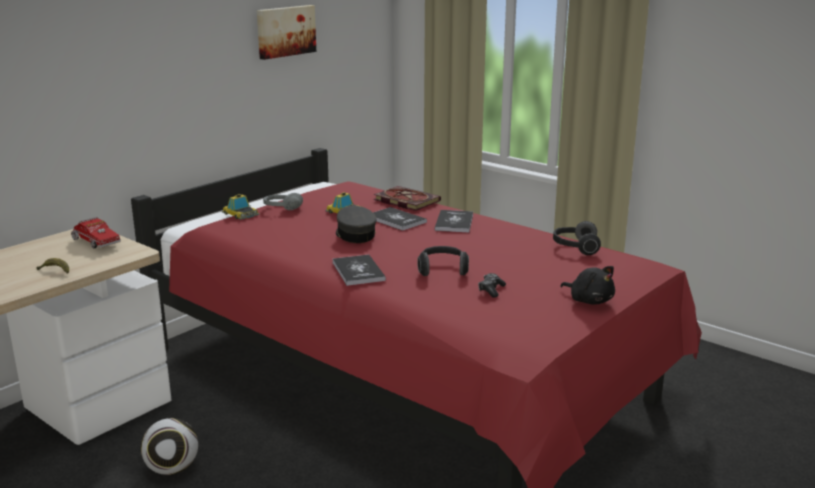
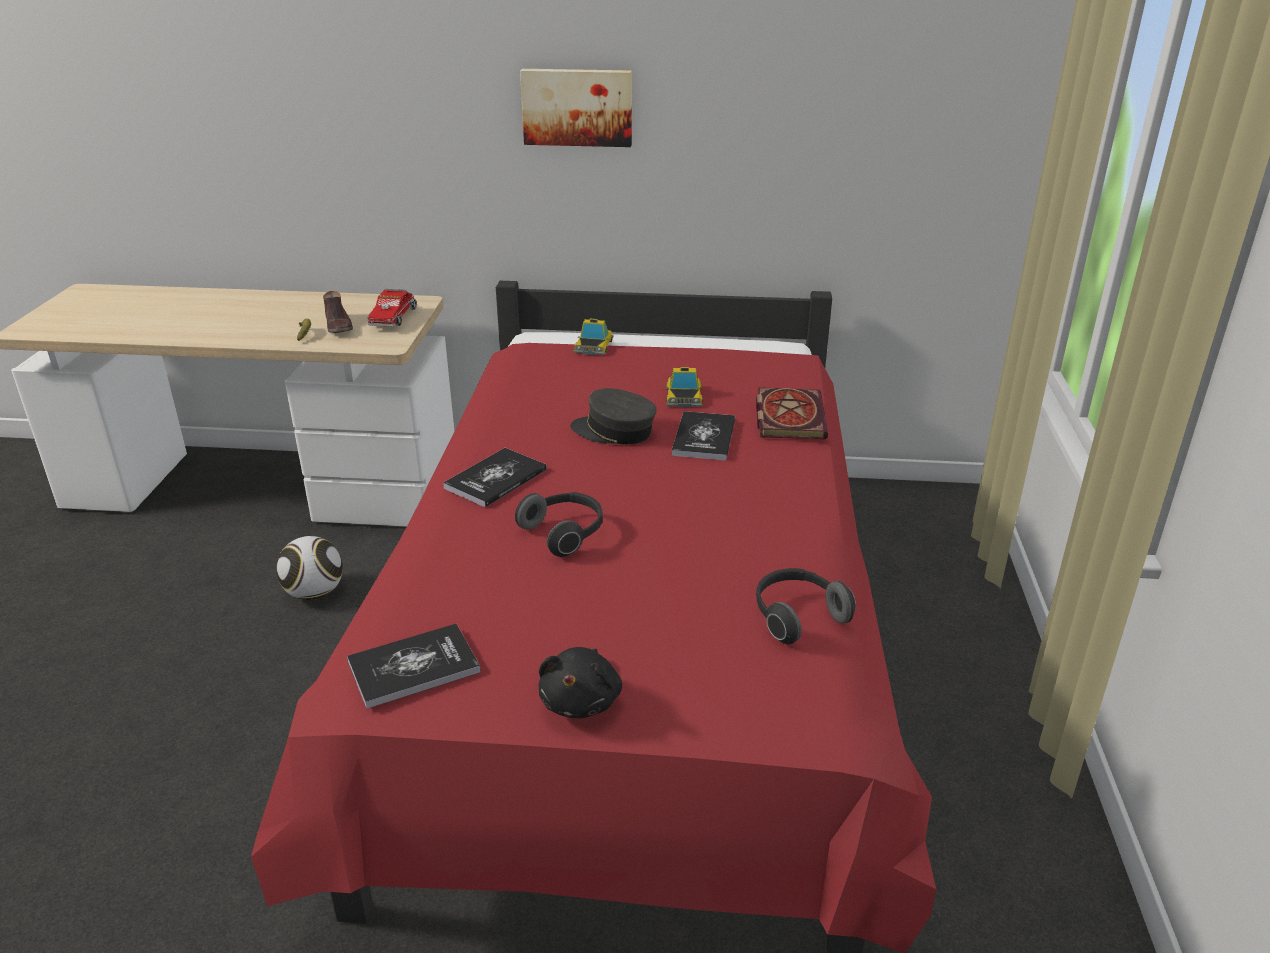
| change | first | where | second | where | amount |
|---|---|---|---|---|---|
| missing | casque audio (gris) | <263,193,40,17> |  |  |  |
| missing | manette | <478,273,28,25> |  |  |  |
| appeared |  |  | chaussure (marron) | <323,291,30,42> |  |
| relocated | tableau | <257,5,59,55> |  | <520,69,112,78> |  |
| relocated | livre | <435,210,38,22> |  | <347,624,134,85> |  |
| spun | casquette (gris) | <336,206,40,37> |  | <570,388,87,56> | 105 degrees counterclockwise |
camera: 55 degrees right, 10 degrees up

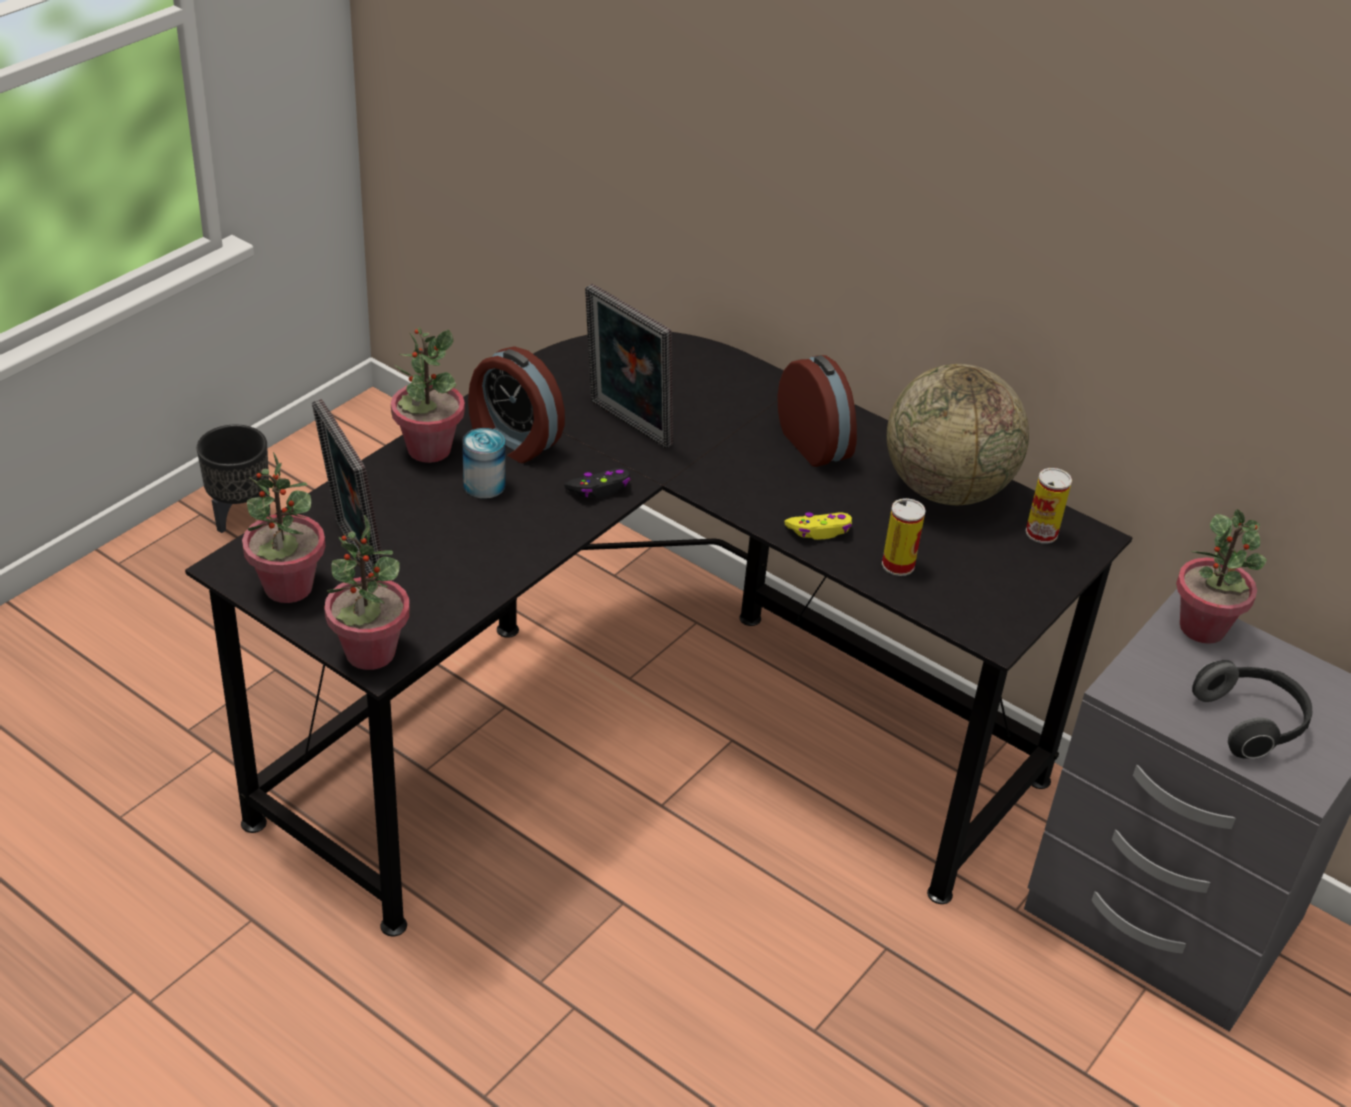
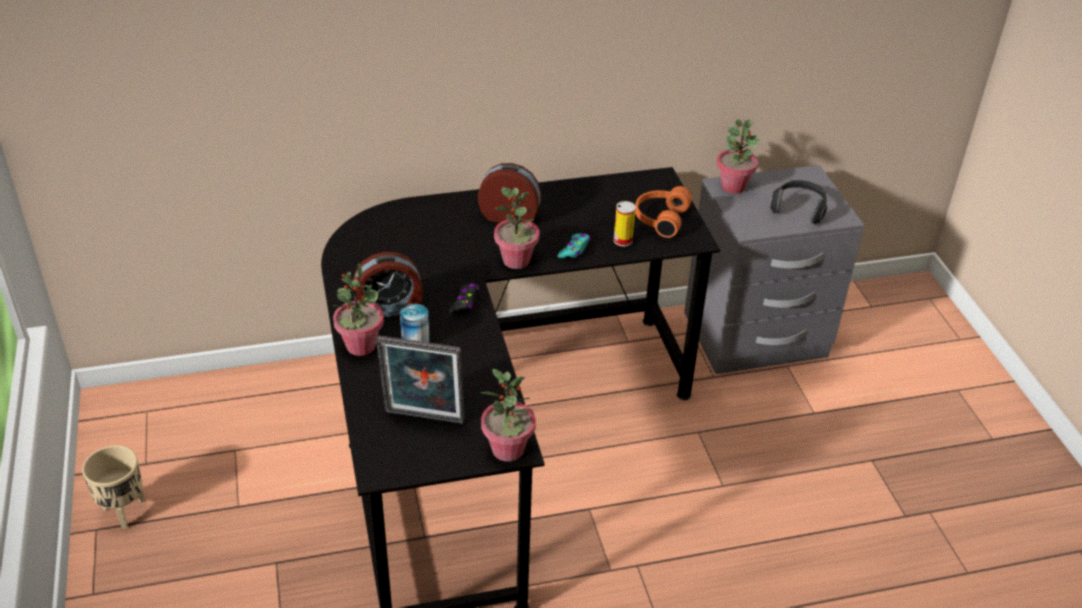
| change | first | where | second | where | amount |
|---|---|---|---|---|---|
| missing | cadre photo | <585,284,88,165> |  |  |  |
| missing | globe | <887,364,142,141> |  |  |  |
| missing | boîte métallique | <1026,468,46,76> |  |  |  |
| appeared |  |  | casque audio (orange) | <635,186,57,52> |  |
| relocated | plante en pot | <242,452,84,151> |  | <494,187,46,82> |  |
| colour | cache-pot (noir) | <197,424,73,109> | cache-pot (beige) | <82,445,63,84> |  |
| colour | manette (jaune) | <785,512,67,28> | manette (turquoise) | <557,233,33,25> |  |
camera: 50 degrees left, 0 degrees up

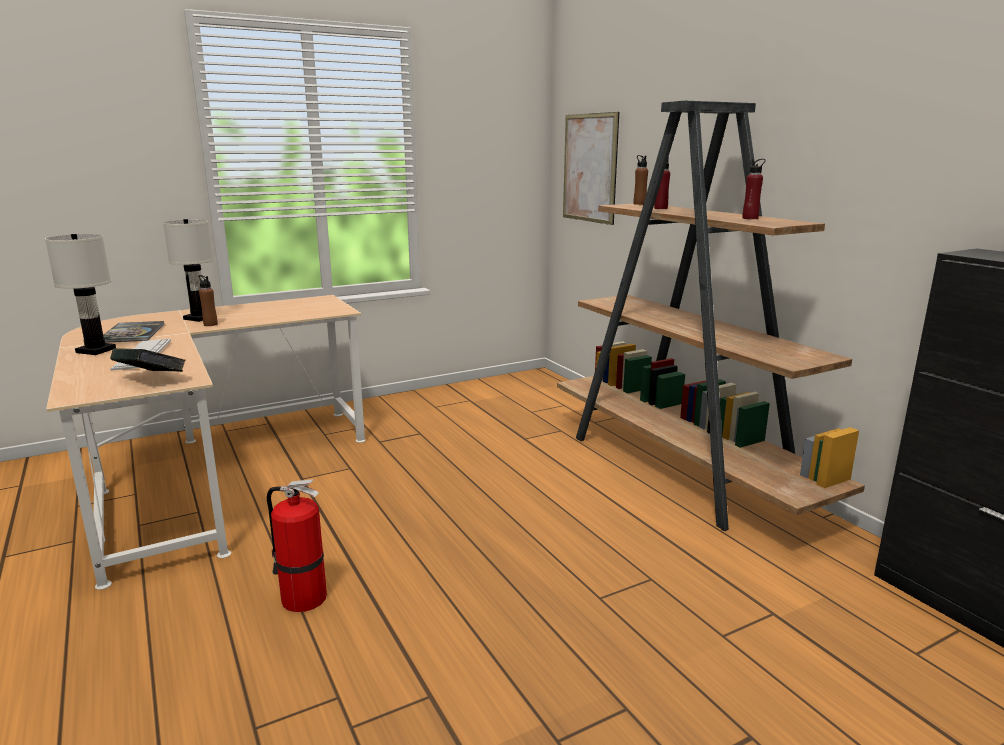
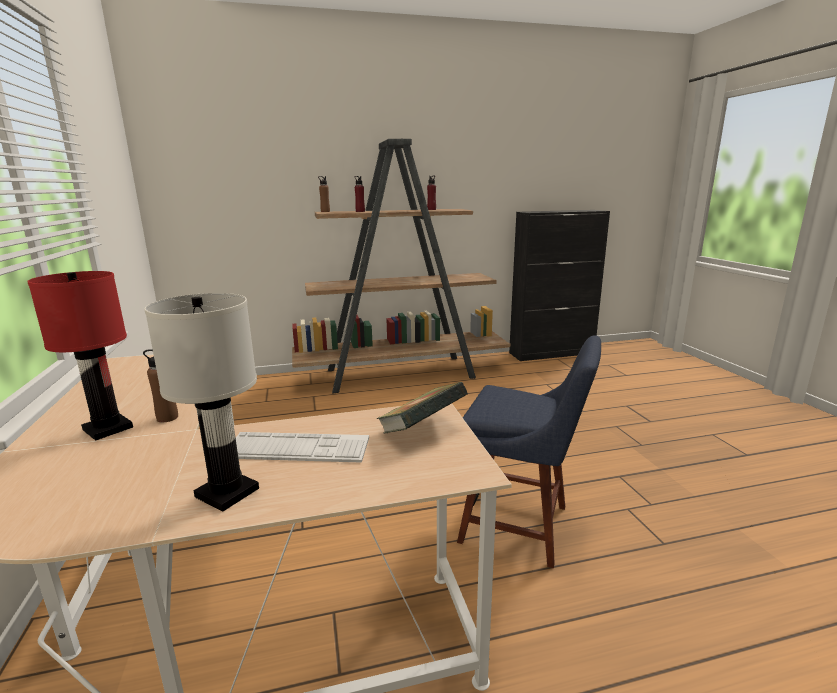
| change | first | where | second | where | amount |
|---|---|---|---|---|---|
| missing | livre | <103,321,61,22> |  |  |  |
| missing | tableau | <563,112,56,113> |  |  |  |
| exchanged | extincteur | <267,479,60,133> | chaise (bleu) | <457,335,144,233> |  |
| colour | lampe de table (blanc) | <163,219,51,103> | lampe de table (rouge) | <28,271,105,170> |  |
camera: 75 degrees left, 0 degrees up

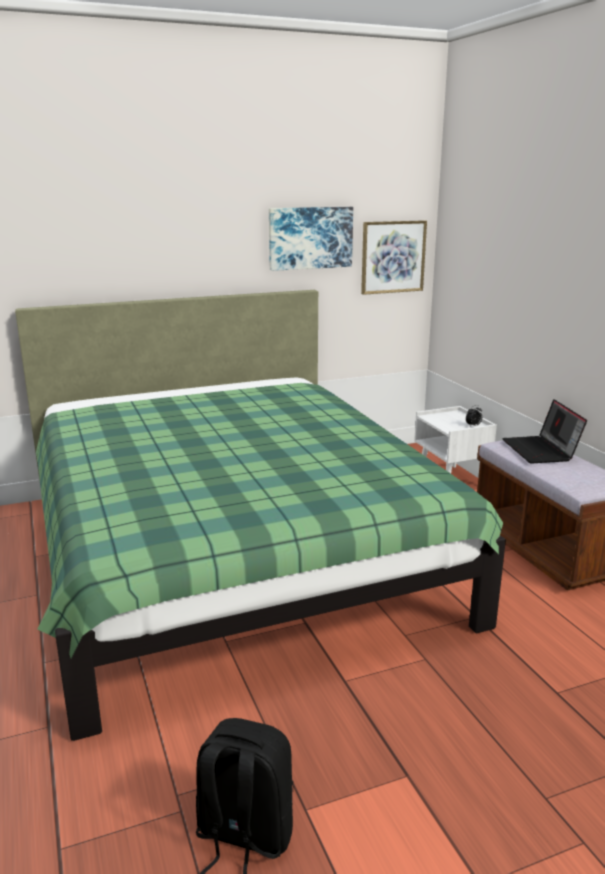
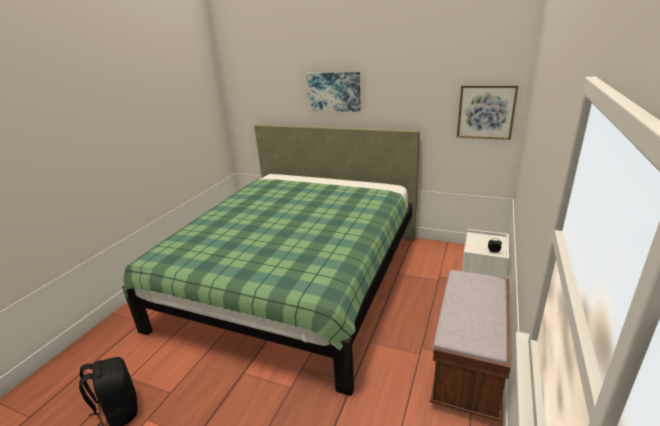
| change | first | where | second | where | amount |
|---|---|---|---|---|---|
| missing | ordinateur portable | <502,399,85,64> |  |  |  |
| relocated | tableau | <269,207,84,64> |  | <306,72,55,40> |  |
camera: 45 degrees right, 5 degrees up

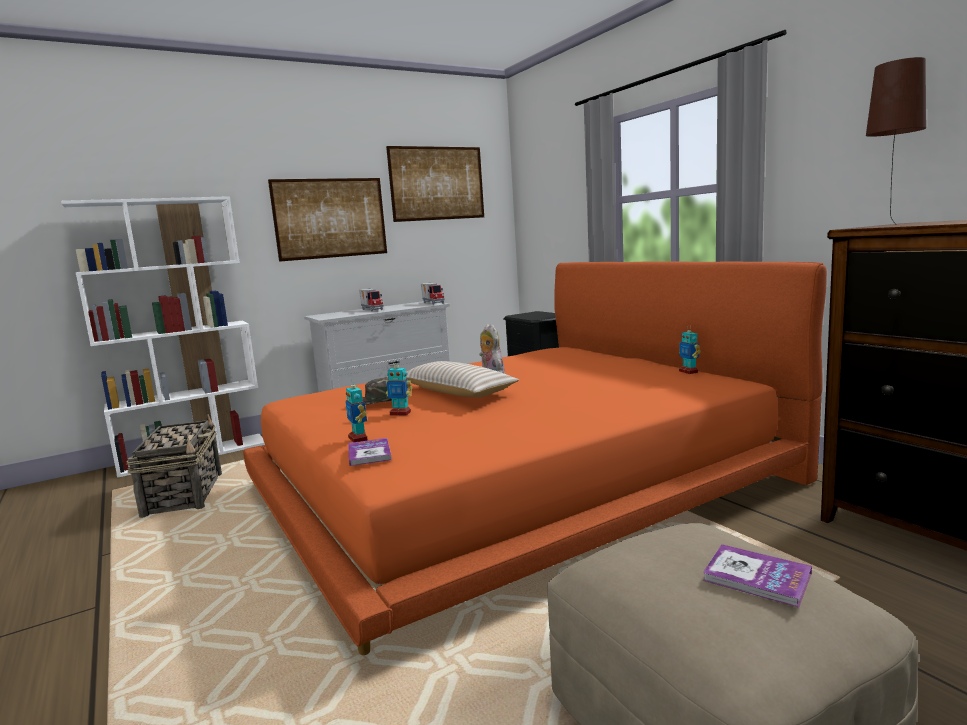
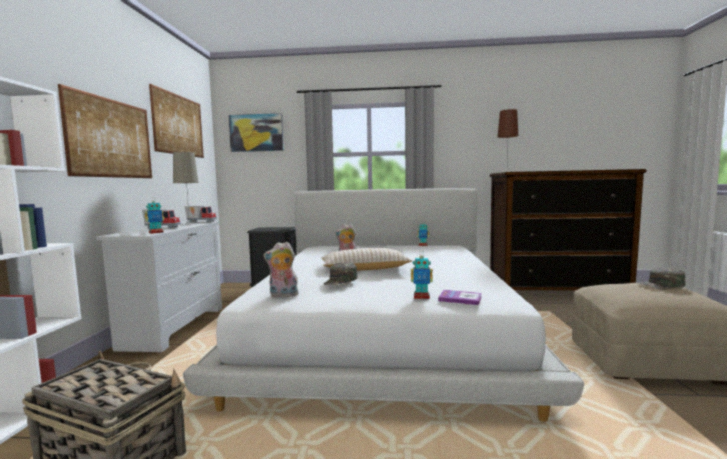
| change | first | where | second | where | amount |
|---|---|---|---|---|---|
| appeared |  |  | lampe de table (beige) | <173,152,26,73> |  |
| appeared |  |  | tableau | <228,113,56,39> |  |
| appeared |  |  | peluche | <263,242,36,55> |  |
| relocated | robot jouet | <386,360,26,56> |  | <145,197,19,37> |  |
| exchanged | livre | <703,544,109,64> | casquette (vert) | <638,267,48,23> |  |
| colour | lit (orange) | <243,261,584,394> | lit (blanc) | <183,188,401,234> |  |
camera: 55 degrees left, 5 degrees down

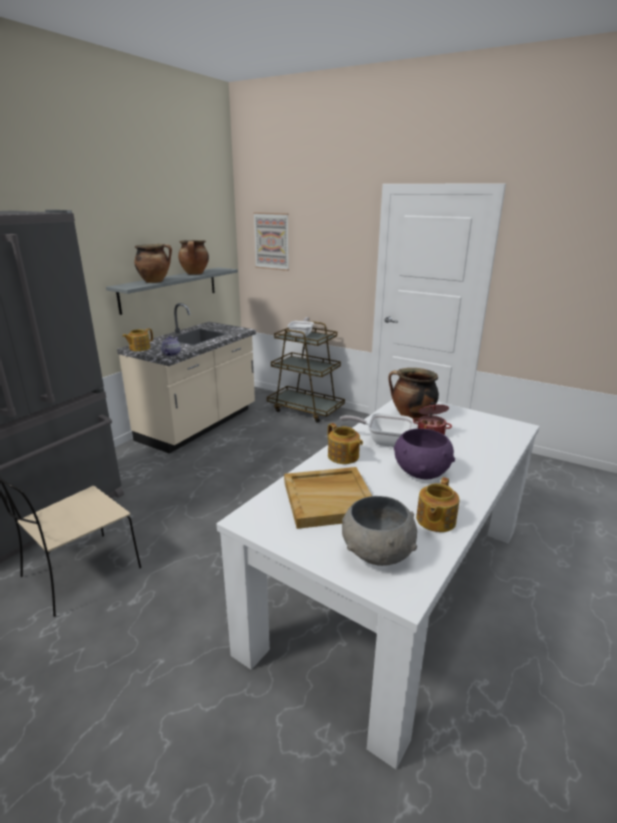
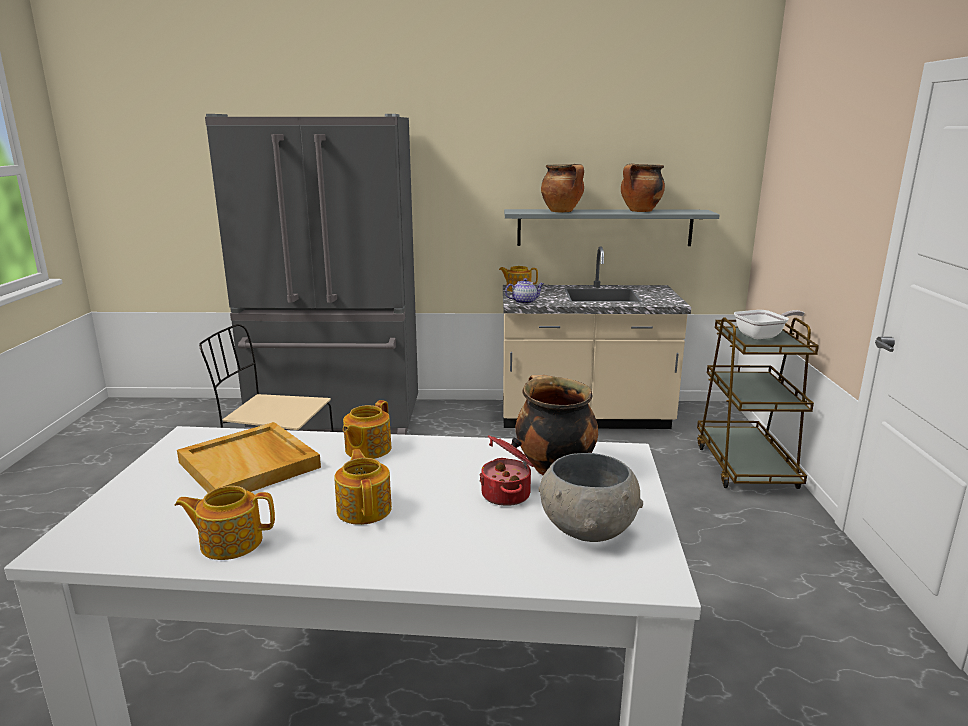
| change | first | where | second | where | amount |
|---|---|---|---|---|---|
| missing | tableau | <253,212,36,59> |  |  |  |
| missing | poêle | <340,413,73,34> |  |  |  |
| relocated | bol (gris) | <342,496,75,70> |  | <538,453,105,89> |  |
| exchanged | bol (violet) | <394,429,61,50> | théière | <335,449,57,76> |  |
camera: 60 degrees right, 5 degrees down

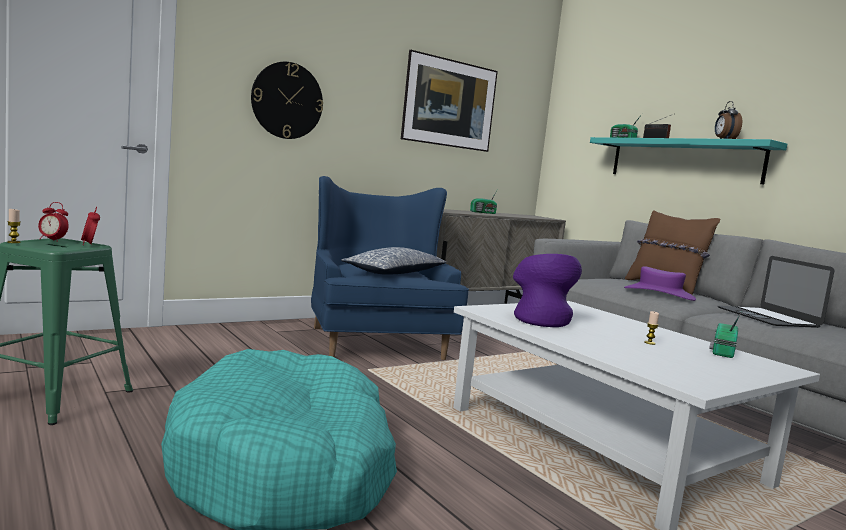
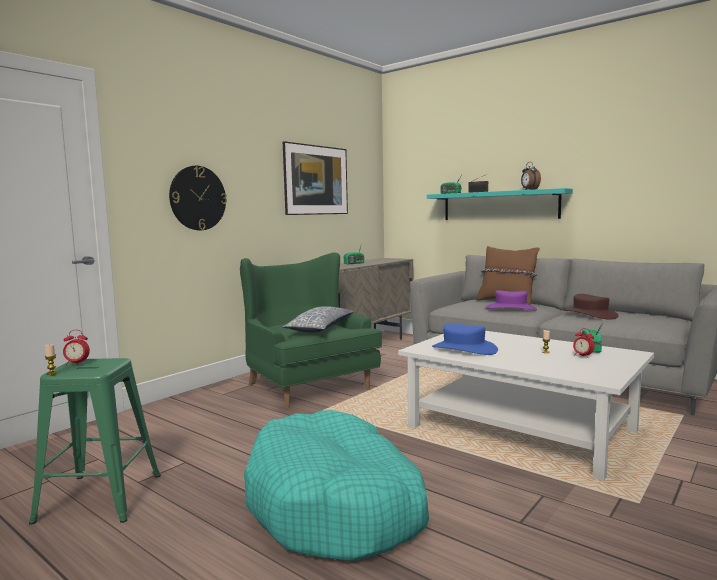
| change | first | where | second | where | amount |
|---|---|---|---|---|---|
| relocated | réveil | <81,207,19,38> |  | <573,328,21,30> |  |
| exchanged | vase (violet) | <513,254,69,73> | chapeau (bleu) | <432,323,66,32> |  |
| exchanged | ordinateur portable | <718,256,116,72> | chapeau (marron) | <563,294,56,26> |  |
| colour | fauteuil (bleu) | <311,176,158,184> | fauteuil (vert) | <240,252,142,156> |  |
camera: 15 degrees left, 0 degrees up

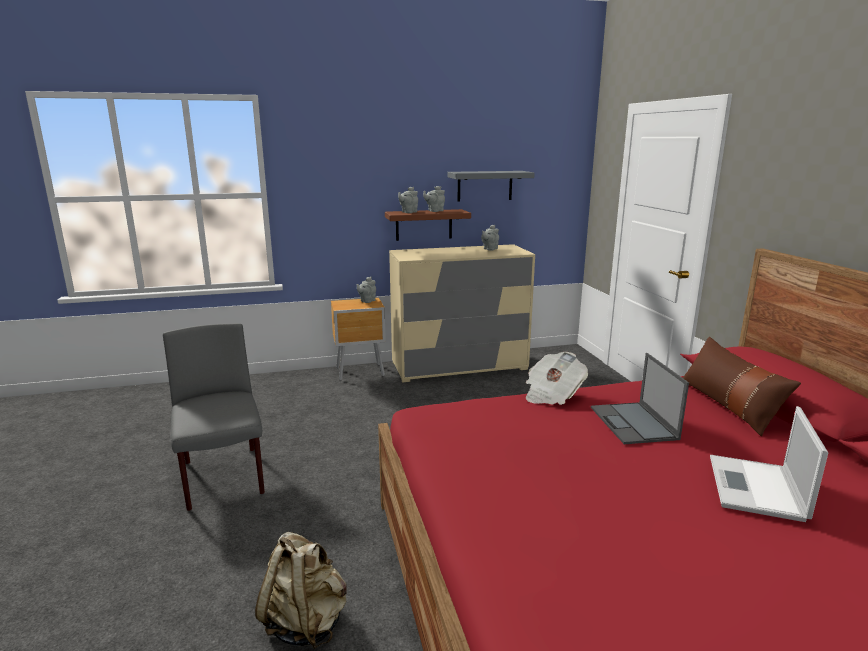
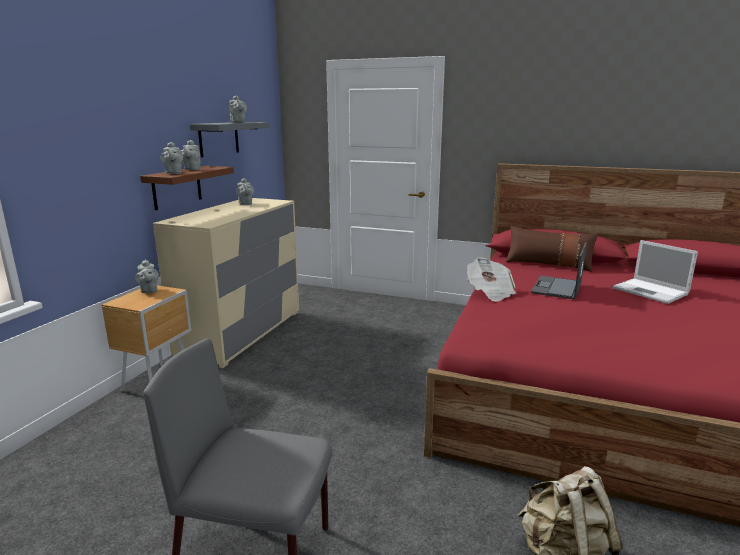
| change | first | where | second | where | amount |
|---|---|---|---|---|---|
| appeared |  |  | théière (gris) | <229,96,18,26> |  |
| spun | ordinateur portable | <591,353,98,91> |  | <531,243,56,57> | 90 degrees clockwise |
camera: 55 degrees left, 0 degrees up

